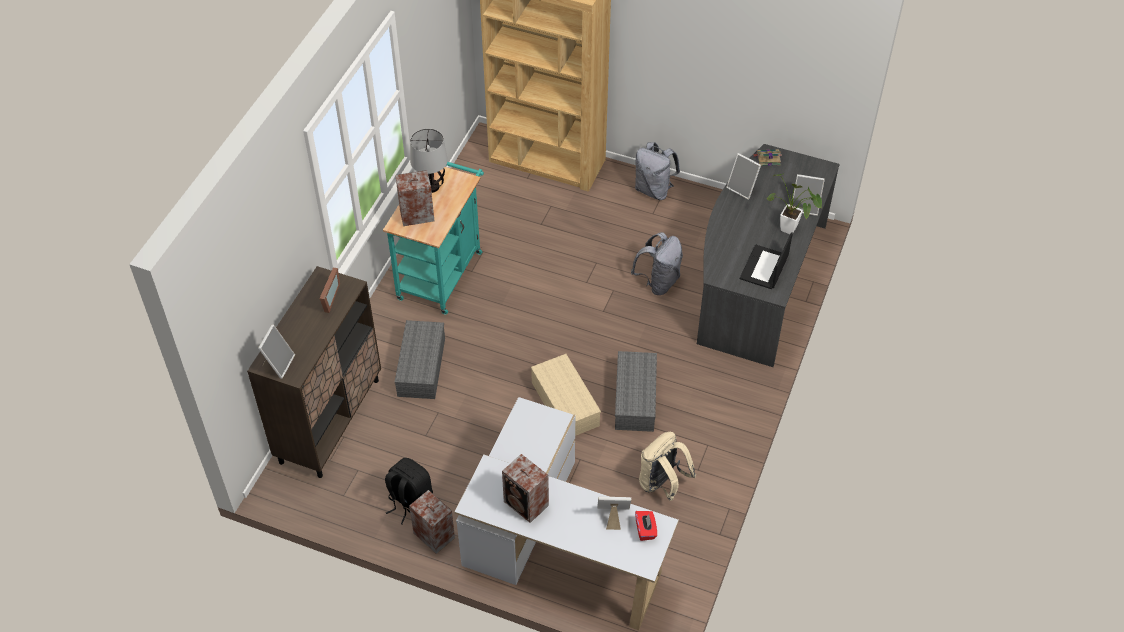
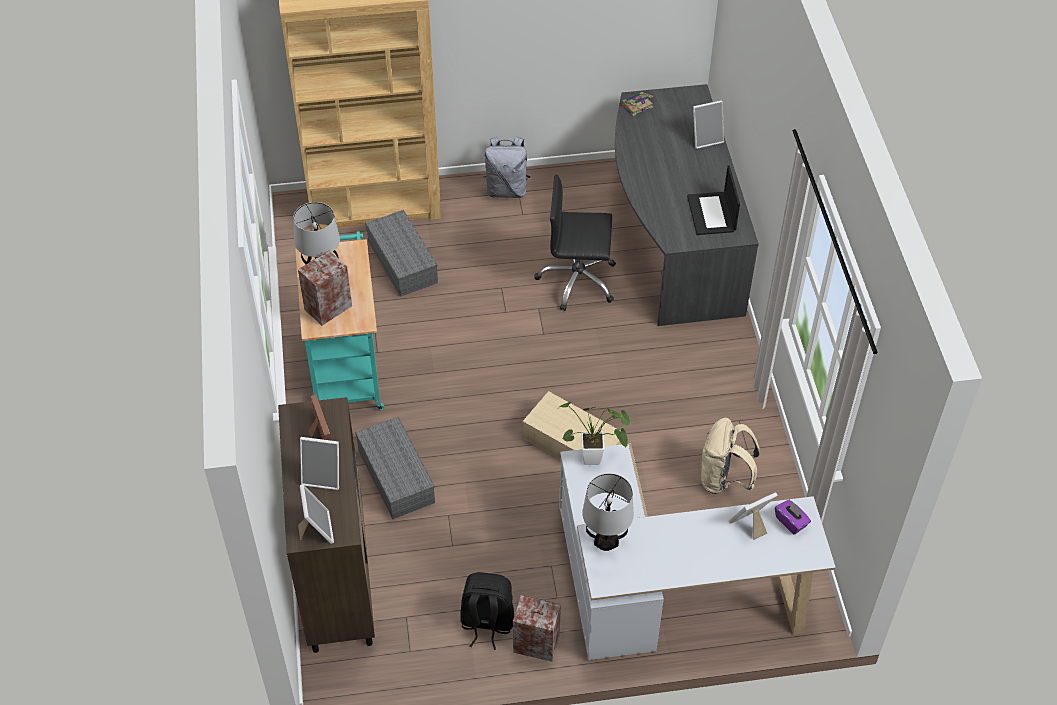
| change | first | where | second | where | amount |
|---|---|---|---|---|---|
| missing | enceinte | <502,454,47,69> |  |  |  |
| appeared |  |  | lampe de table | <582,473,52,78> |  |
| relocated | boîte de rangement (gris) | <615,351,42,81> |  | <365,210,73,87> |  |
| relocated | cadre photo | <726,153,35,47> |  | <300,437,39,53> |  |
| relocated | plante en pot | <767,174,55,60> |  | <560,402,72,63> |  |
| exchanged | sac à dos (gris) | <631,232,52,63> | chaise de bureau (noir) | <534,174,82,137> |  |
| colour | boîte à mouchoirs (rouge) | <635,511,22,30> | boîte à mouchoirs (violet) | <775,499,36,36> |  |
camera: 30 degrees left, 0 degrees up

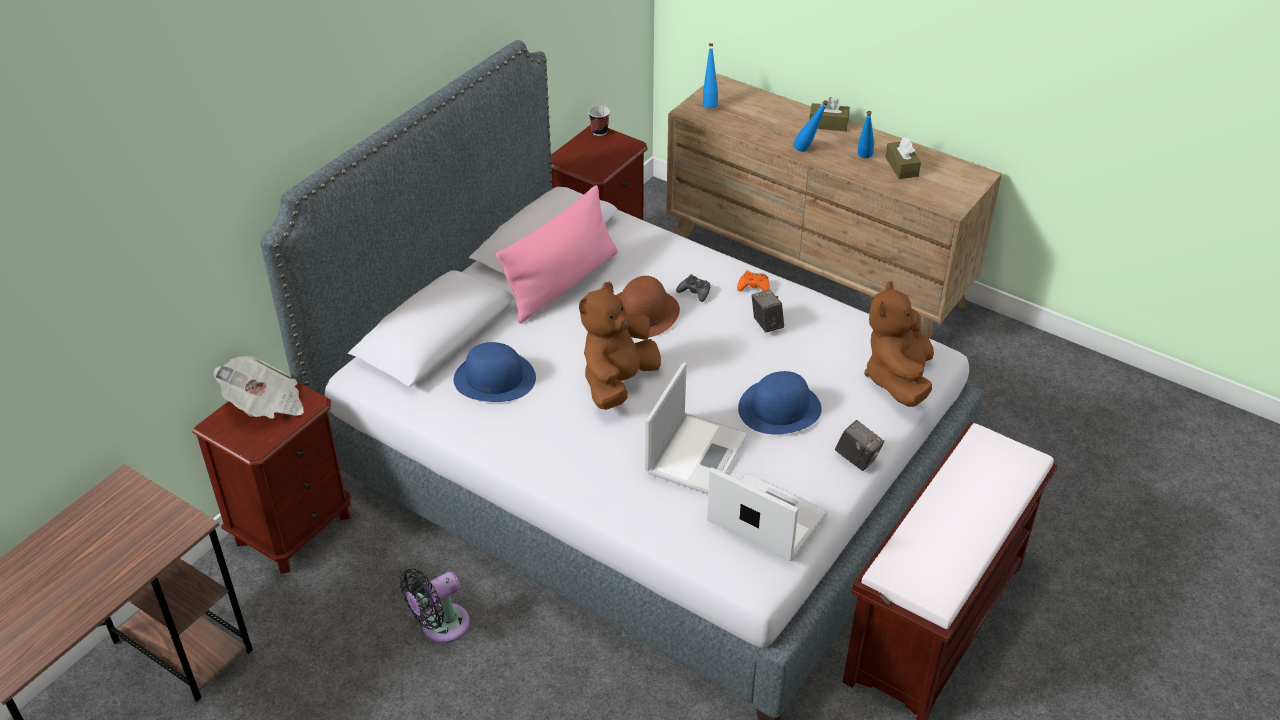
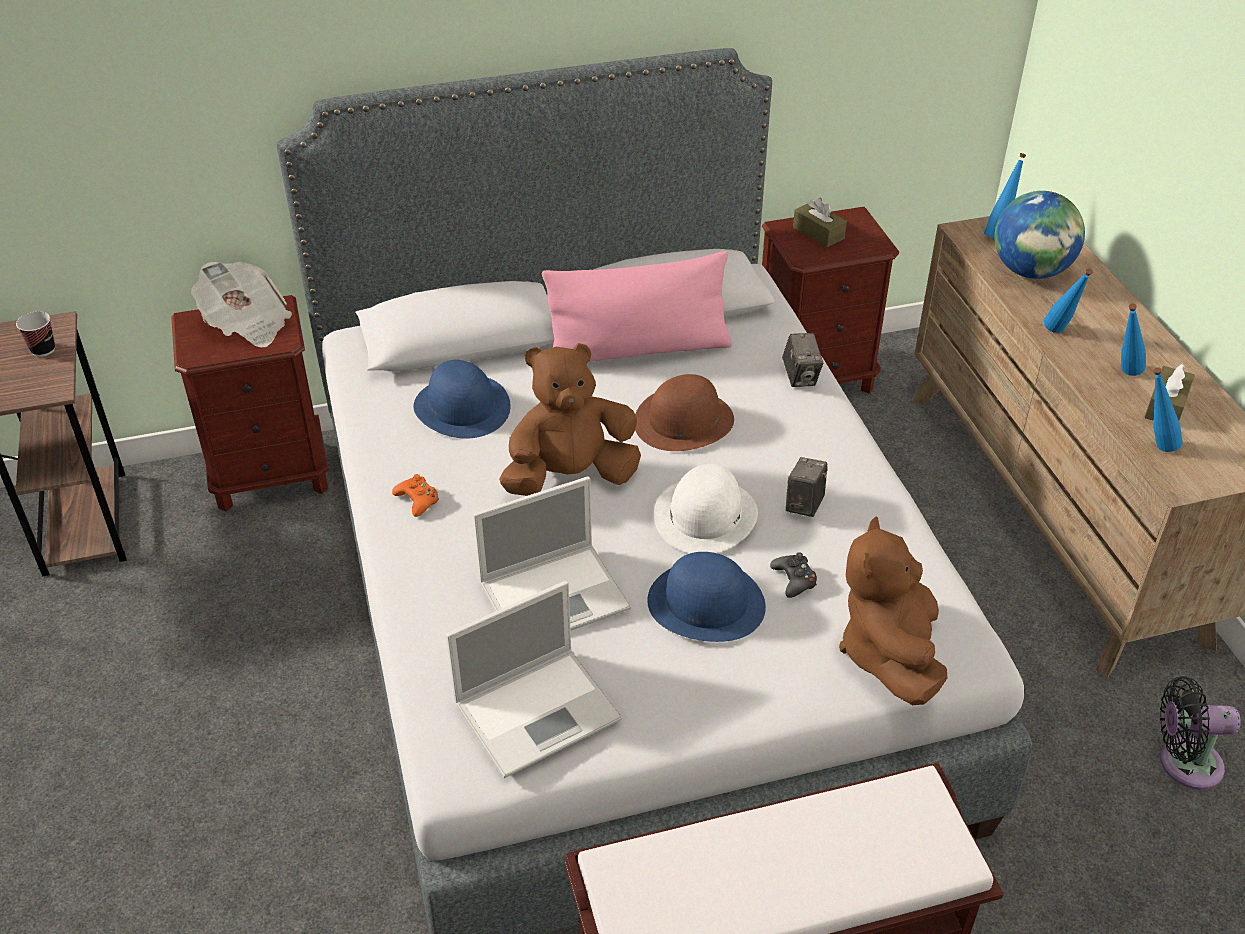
| change | first | where | second | where | amount |
|---|---|---|---|---|---|
| appeared |  |  | chapeau (blanc) | <654,464,104,89> |  |
| appeared |  |  | globe | <994,191,91,88> |  |
| appeared |  |  | bouteille (bleu) | <1153,367,30,85> |  |
| relocated | ventilateur (noir) | <400,569,70,74> |  | <1160,676,81,114> |  |
| relocated | tasse | <588,105,22,31> |  | <16,311,39,46> |  |
| relocated | manette (noir) | <676,274,34,28> |  | <770,552,47,46> |  |
| relocated | manette (orange) | <737,271,33,20> |  | <392,474,47,43> |  |
| relocated | boîte à mouchoirs (marron) | <809,97,41,34> |  | <793,197,54,50> |  |
| relocated | appareil photo | <835,420,49,51> |  | <782,333,41,54> |  |
| spun | ordinateur portable | <707,467,121,94> |  | <445,581,178,197> | 75 degrees clockwise |
| spun | peluche (marron) | <864,281,70,126> |  | <839,516,108,189> | 45 degrees counterclockwise |
camera: 40 degrees right, 0 degrees up

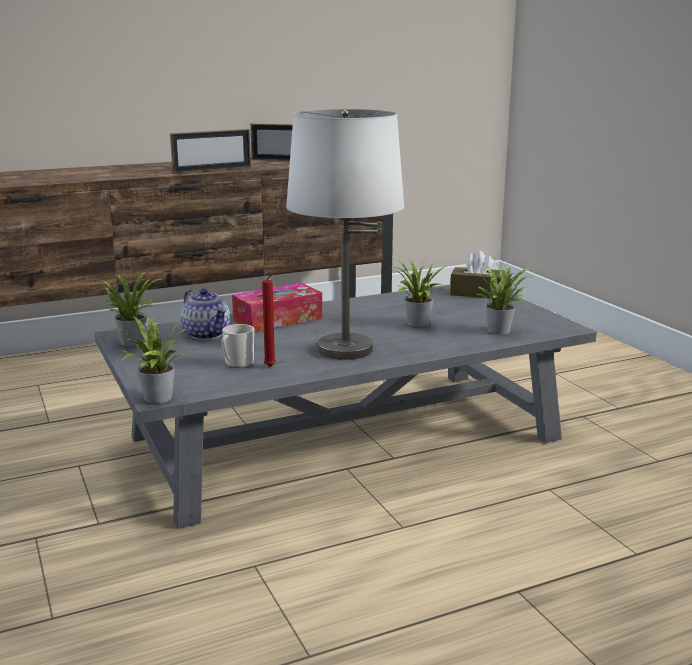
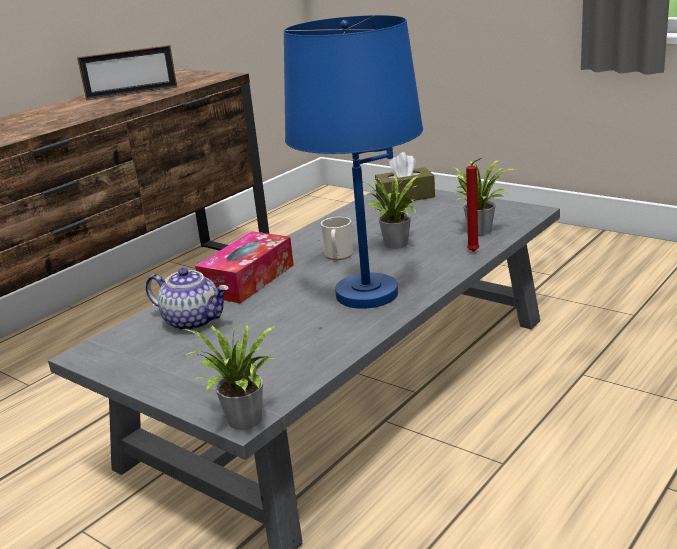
| change | first | where | second | where | amount |
|---|---|---|---|---|---|
| missing | plante en pot | <101,272,60,74> |  |  |  |
| missing | cadre photo | <170,129,81,44> |  |  |  |
| relocated | mug | <222,324,32,44> |  | <321,217,32,43> |  |
| relocated | bougie (rouge) | <262,274,14,93> |  | <466,158,15,94> |  |
| colour | lampe de table (blanc) | <286,109,119,251> | lampe de table (bleu) | <284,15,139,294> |  |
camera: 25 degrees left, 5 degrees up

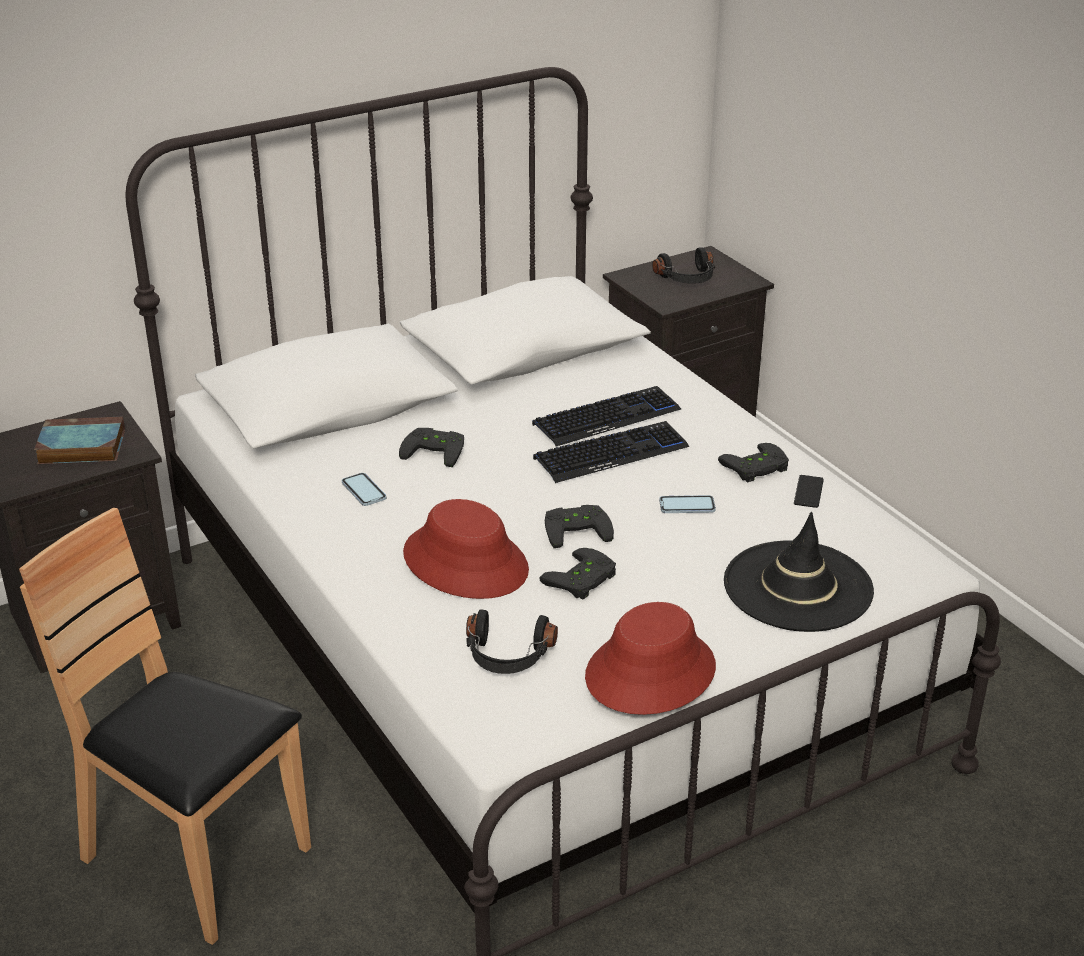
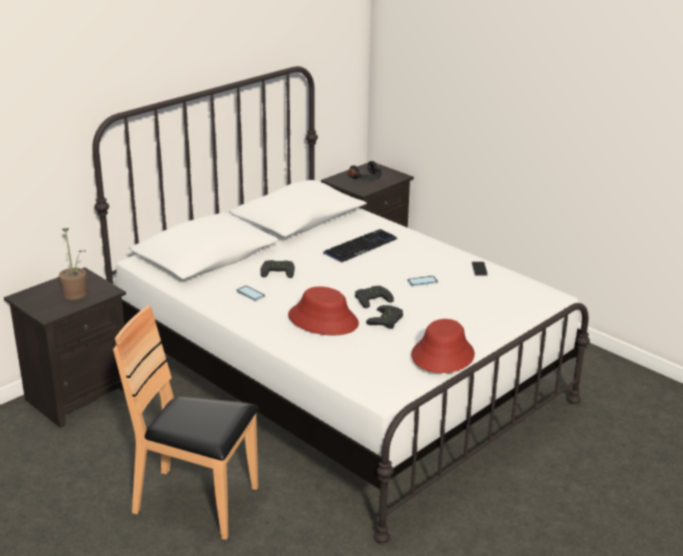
| change | first | where | second | where | amount |
|---|---|---|---|---|---|
| missing | casque audio (noir) | <466,609,92,65> |  |  |  |
| missing | clavier | <533,421,157,62> |  |  |  |
| missing | manette (noir) | <718,443,71,39> |  |  |  |
| missing | chapeau (noir) | <724,512,150,120> |  |  |  |
| exchanged | livre | <34,417,91,47> | plante en pot | <59,228,28,72> |  |
camera: 15 degrees left, 5 degrees down

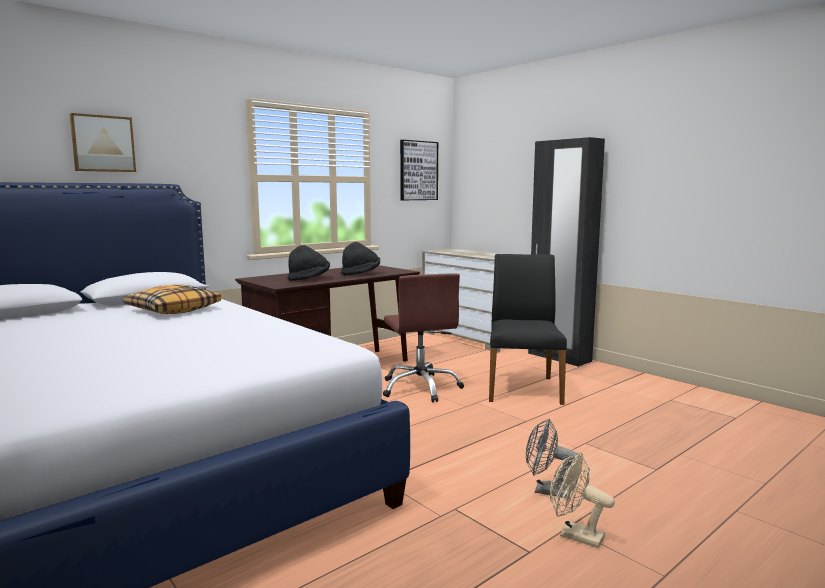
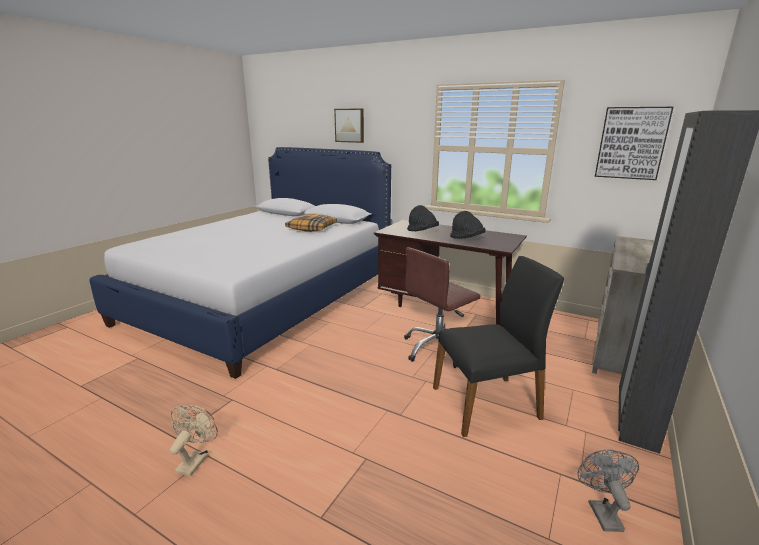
| change | first | where | second | where | amount |
|---|---|---|---|---|---|
| relocated | ventilateur (gris) | <526,419,55,80> |  | <577,449,62,83> |  |
camera: 70 degrees right, 10 degrees up

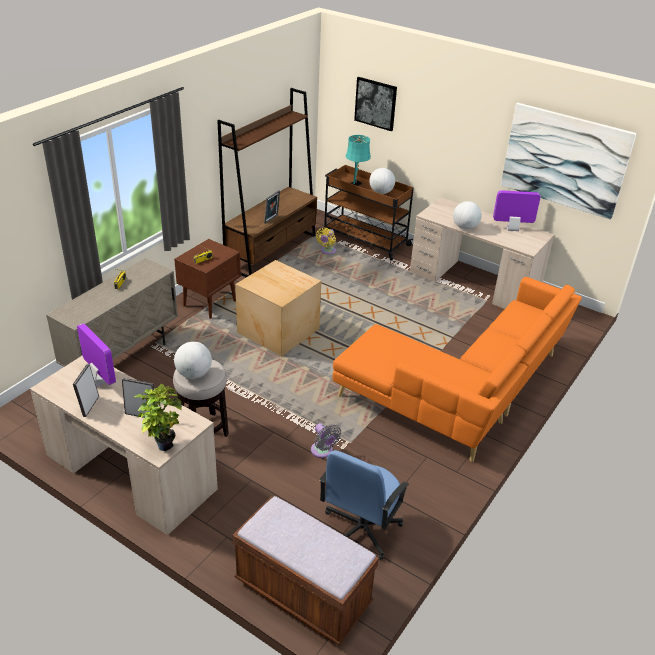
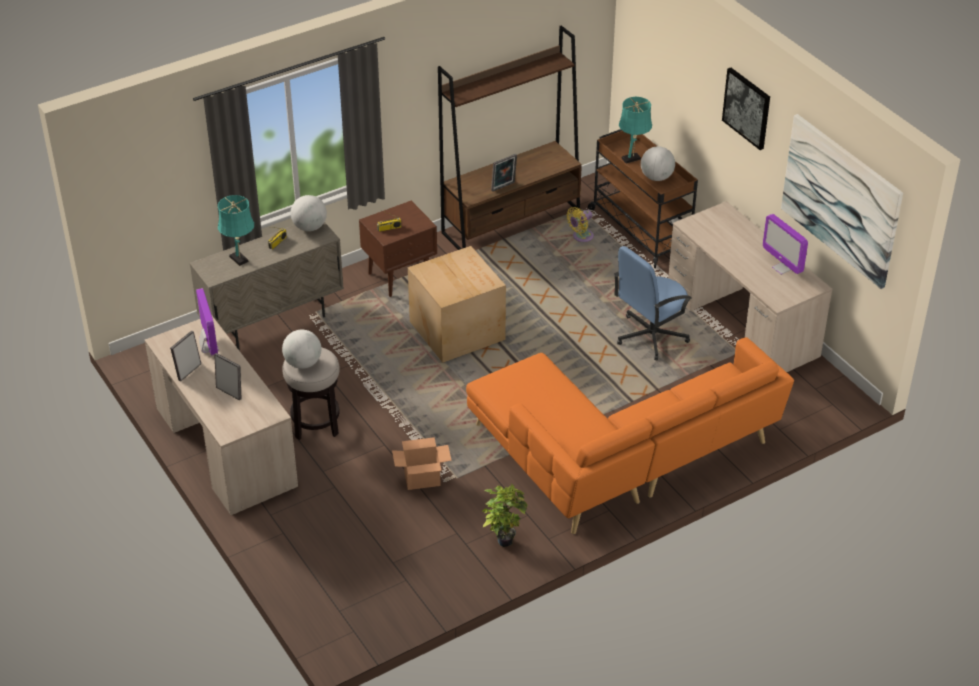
| change | first | where | second | where | amount |
|---|---|---|---|---|---|
| missing | banc (marron) | <232,496,147,149> |  |  |  |
| appeared |  |  | lampe de table (turquoise) | <218,195,36,71> |  |
| relocated | plante en pot | <133,383,49,68> |  | <482,484,46,63> |  |
| relocated | chaise de bureau (bleu) | <319,450,90,110> |  | <614,246,78,114> |  |
| relocated | tableau | <354,77,43,54> |  | <722,68,48,82> |  |
| relocated | globe | <453,201,29,29> |  | <290,195,37,36> |  |
| exchanged | ventilateur (gris) | <311,423,30,35> | carton | <392,437,60,53> |  |
| spun | écran d'ordinateur | <493,190,48,41> |  | <763,214,45,61> | 150 degrees counterclockwise |
camera: 25 degrees right, 5 degrees up

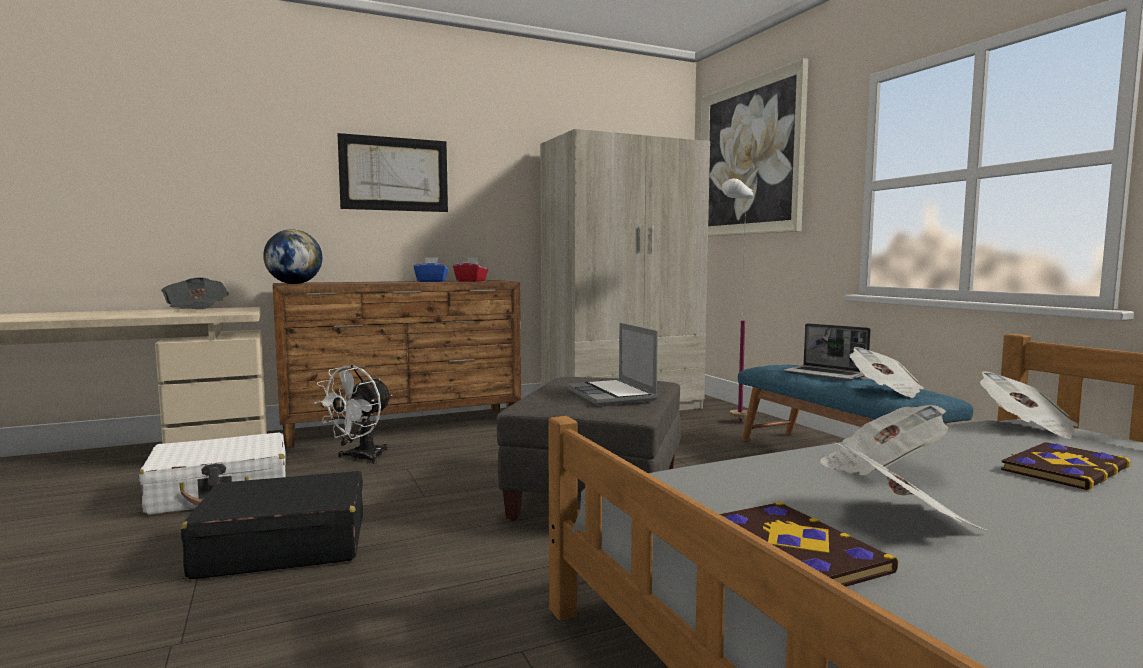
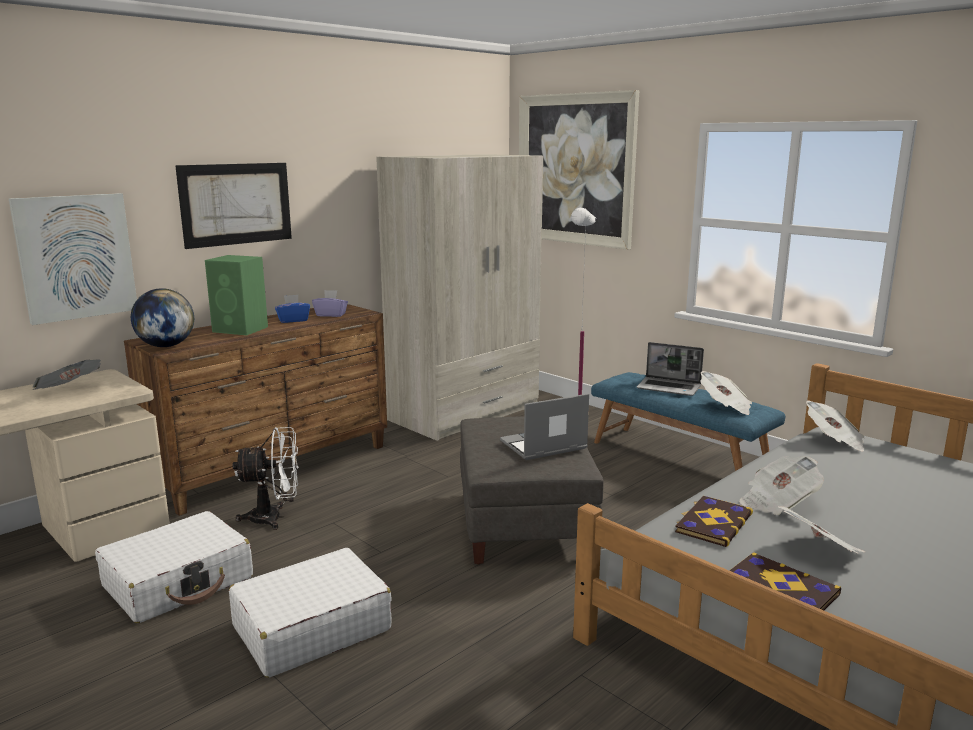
| change | first | where | second | where | amount |
|---|---|---|---|---|---|
| appeared |  |  | tableau | <9,193,128,132> |  |
| appeared |  |  | enceinte (vert) | <205,255,63,80> |  |
| relocated | livre | <1001,442,130,48> |  | <675,496,78,51> |  |
| colour | valise (noir) | <181,471,182,108> | valise (blanc) | <229,548,163,130> |  |
| colour | boîte à mouchoirs (rouge) | <453,257,35,25> | boîte à mouchoirs (violet) | <312,290,36,27> |  |
| spun | ventilateur (blanc) | <314,365,78,99> |  | <232,427,67,103> | 105 degrees counterclockwise |
| spun | ordinateur portable | <566,323,92,82> |  | <500,393,89,67> | 105 degrees clockwise |
camera: 20 degrees left, 10 degrees up

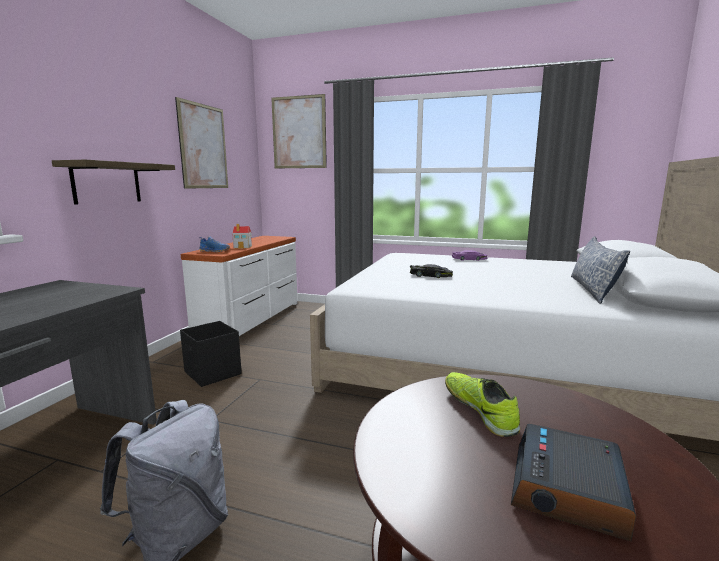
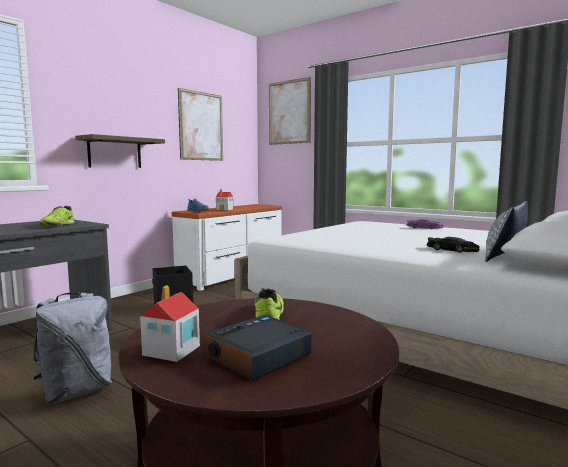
| change | first | where | second | where | amount |
|---|---|---|---|---|---|
| appeared |  |  | chaussure | <40,206,34,19> |  |
| appeared |  |  | maison miniature | <140,285,60,77> |  |
| relocated | petite voiture (noir) | <410,264,43,14> |  | <427,237,53,16> |  |
camera: 20 degrees right, 5 degrees down

